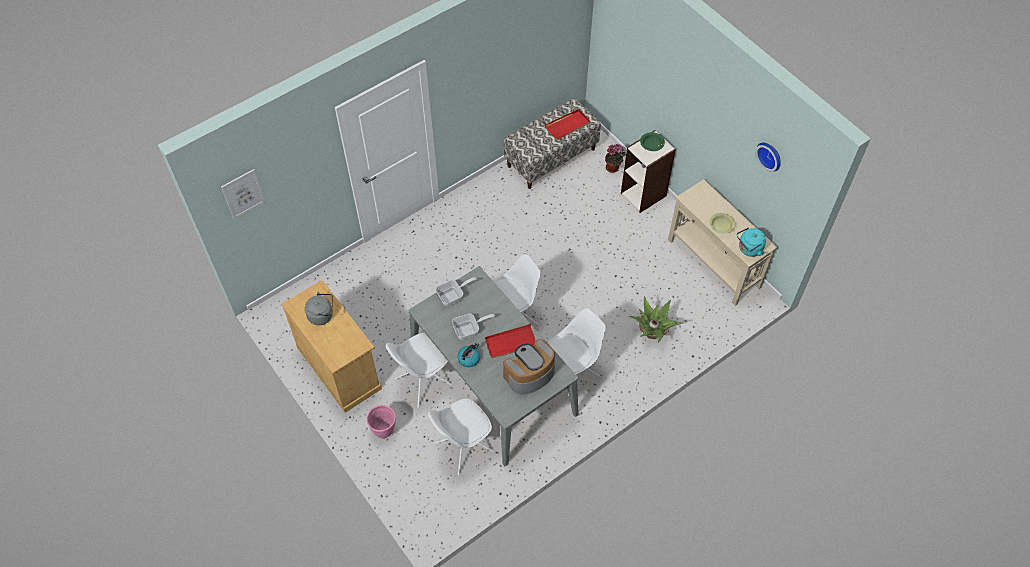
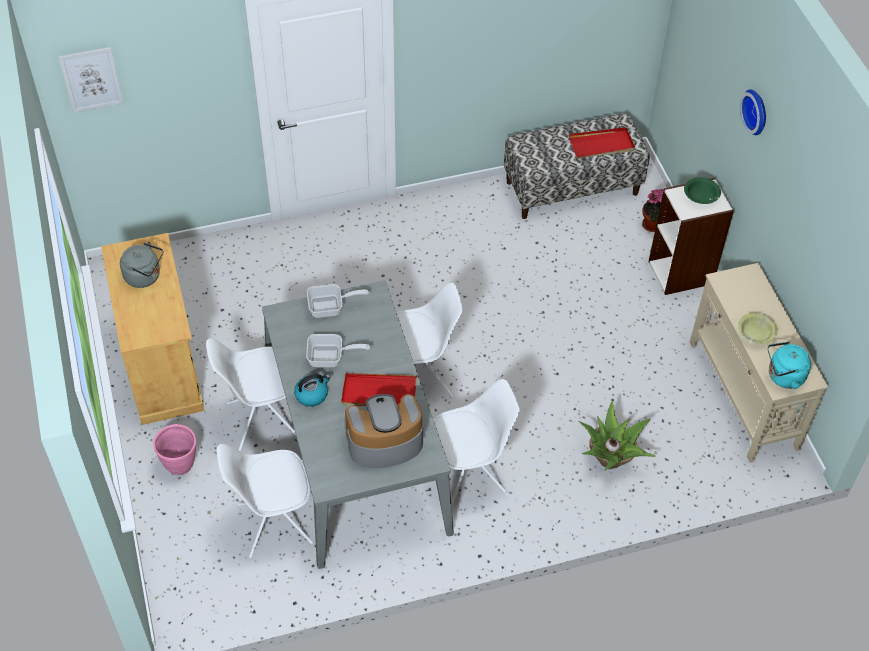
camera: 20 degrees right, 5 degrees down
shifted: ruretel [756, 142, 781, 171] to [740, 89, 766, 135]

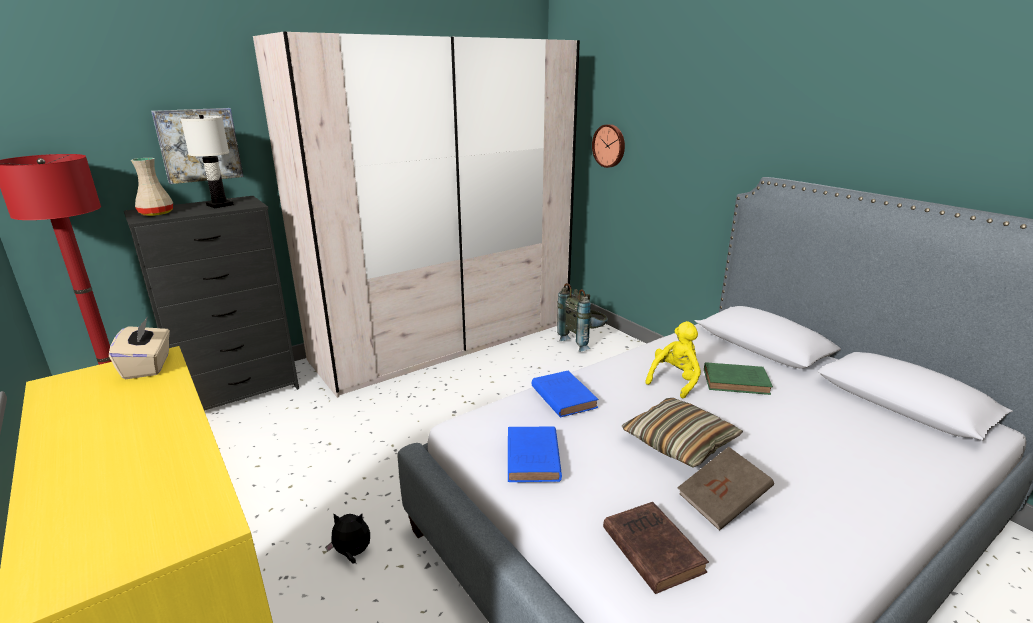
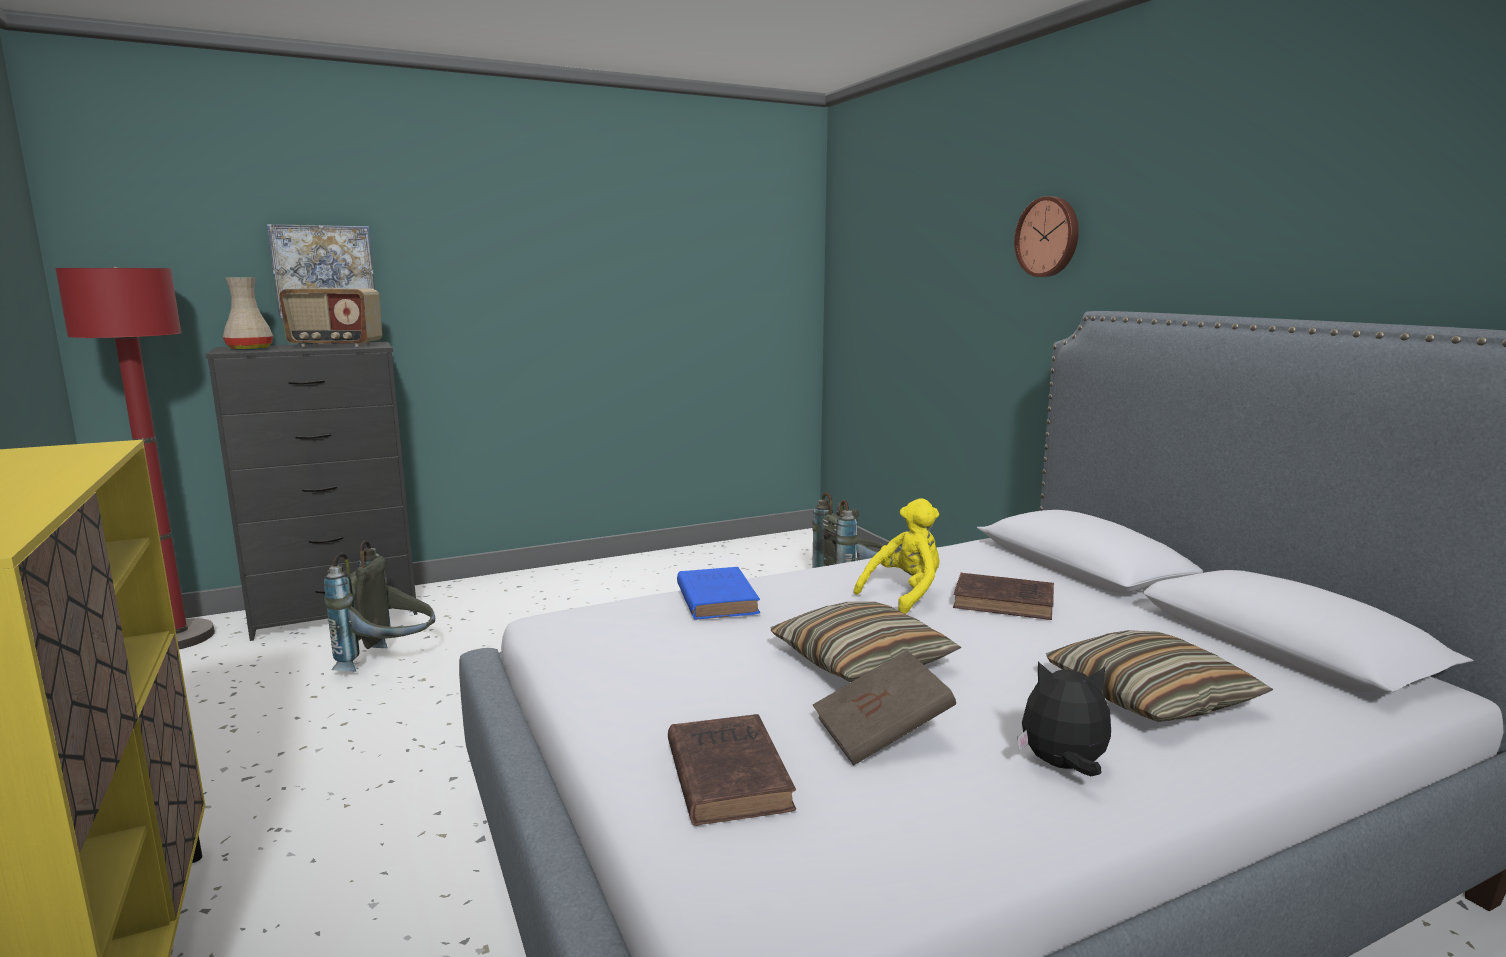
camera: 10 degrees right, 10 degrees down
gone: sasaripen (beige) [109, 318, 170, 379]; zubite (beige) [253, 32, 580, 398]; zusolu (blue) [508, 426, 562, 482]
new: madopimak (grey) [324, 540, 435, 672]; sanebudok [1046, 630, 1273, 722]
shifted: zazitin [325, 513, 370, 564] to [1017, 662, 1111, 776]; ruretel [592, 124, 625, 168] to [1014, 196, 1079, 277]
swapped: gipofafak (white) [180, 115, 234, 208] to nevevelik [279, 288, 382, 347]
repainted: zusolu (green) [704, 362, 773, 395] to zusolu (brown) [953, 573, 1054, 620]

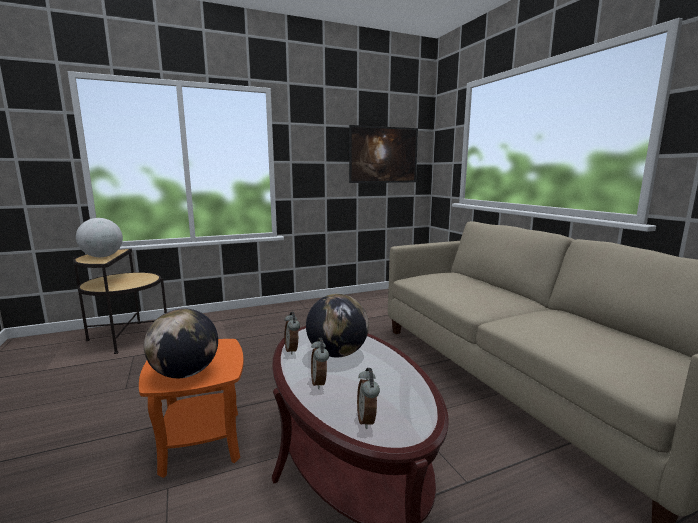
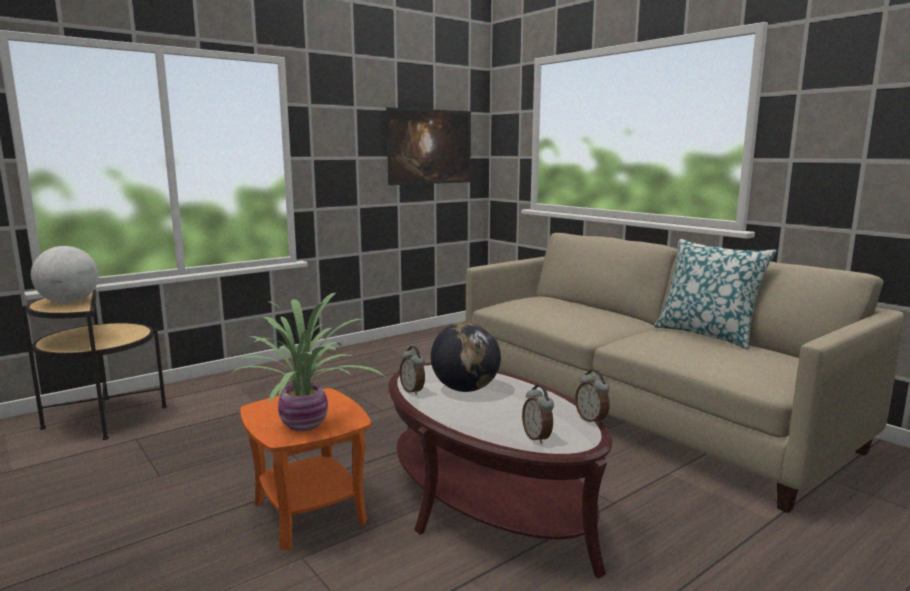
camera: 15 degrees left, 0 degrees up
new: sanebudok [654, 239, 776, 350]
shifted: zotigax [311, 338, 329, 389] to [575, 370, 610, 425]
swapped: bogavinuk [144, 308, 218, 378] to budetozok [233, 293, 385, 431]

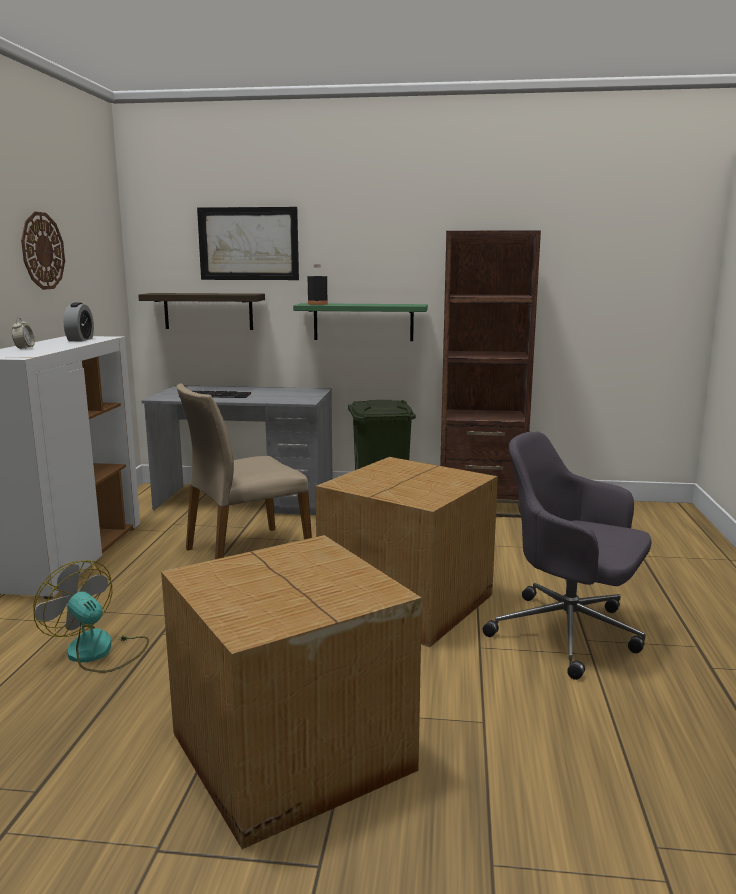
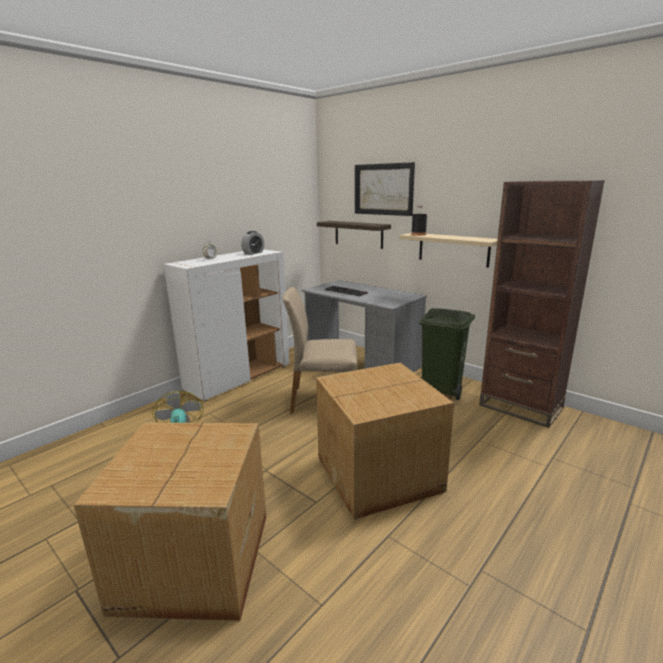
camera: 35 degrees right, 5 degrees up
gone: ruretel [21, 212, 65, 290]; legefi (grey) [483, 431, 652, 680]
repainted: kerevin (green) [293, 303, 428, 341] to kerevin (beige) [399, 233, 498, 268]

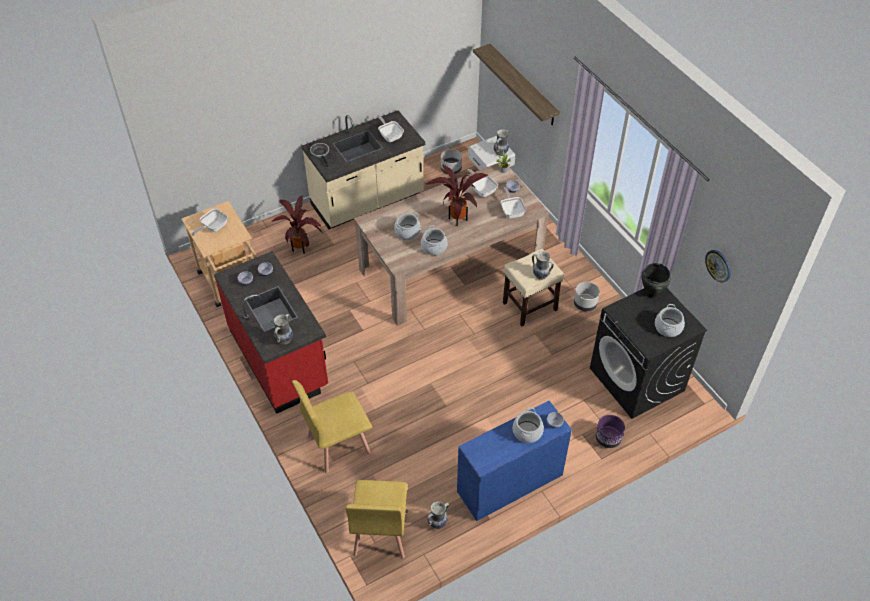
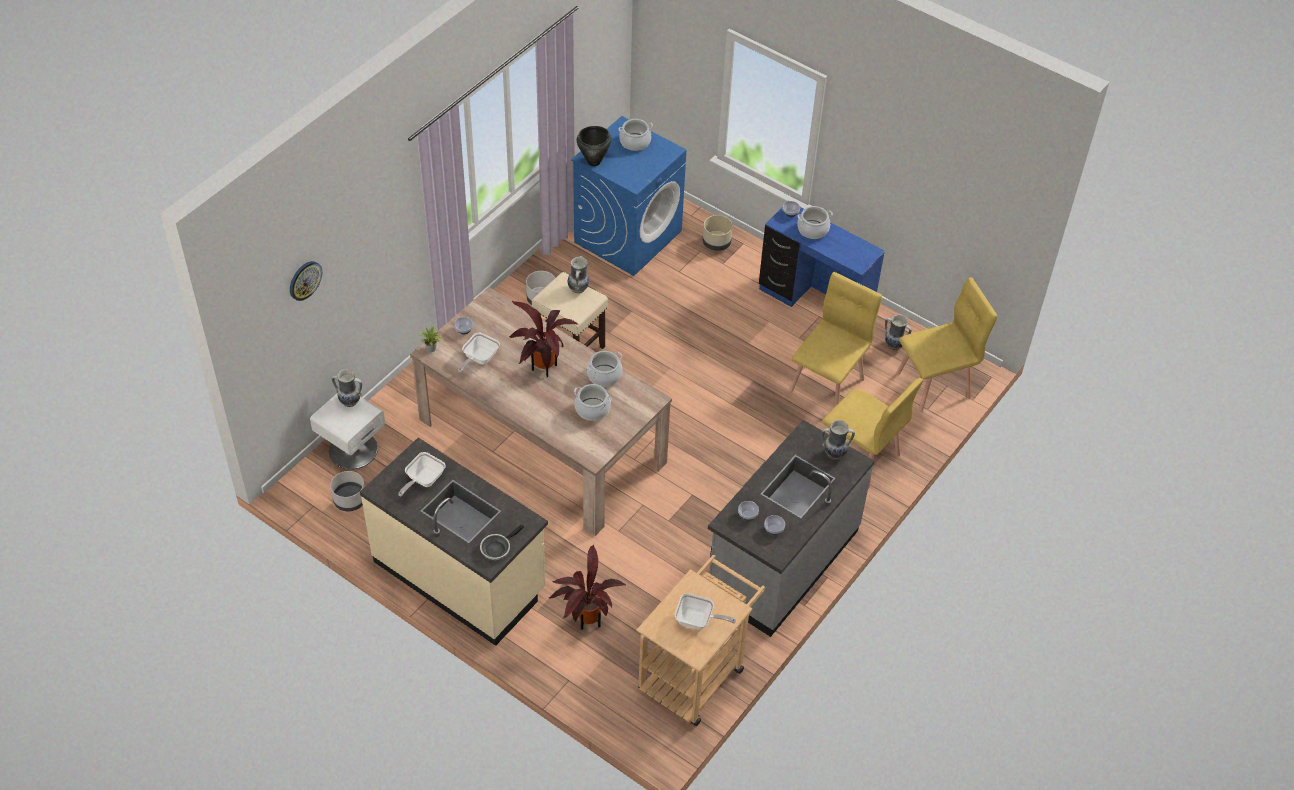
camera: 115 degrees left, 0 degrees up
gone: kerevin [473, 44, 560, 126]; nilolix [500, 187, 526, 219]
new: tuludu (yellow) [789, 272, 882, 407]
shifted: ruretel [705, 250, 731, 283] to [290, 261, 322, 301]
repainted: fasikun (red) [214, 251, 328, 414] to fasikun (grey) [708, 420, 874, 637]; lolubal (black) [590, 287, 707, 419] to lolubal (blue) [571, 116, 686, 276]; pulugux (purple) [595, 415, 625, 448] to pulugux (beige) [703, 215, 733, 251]

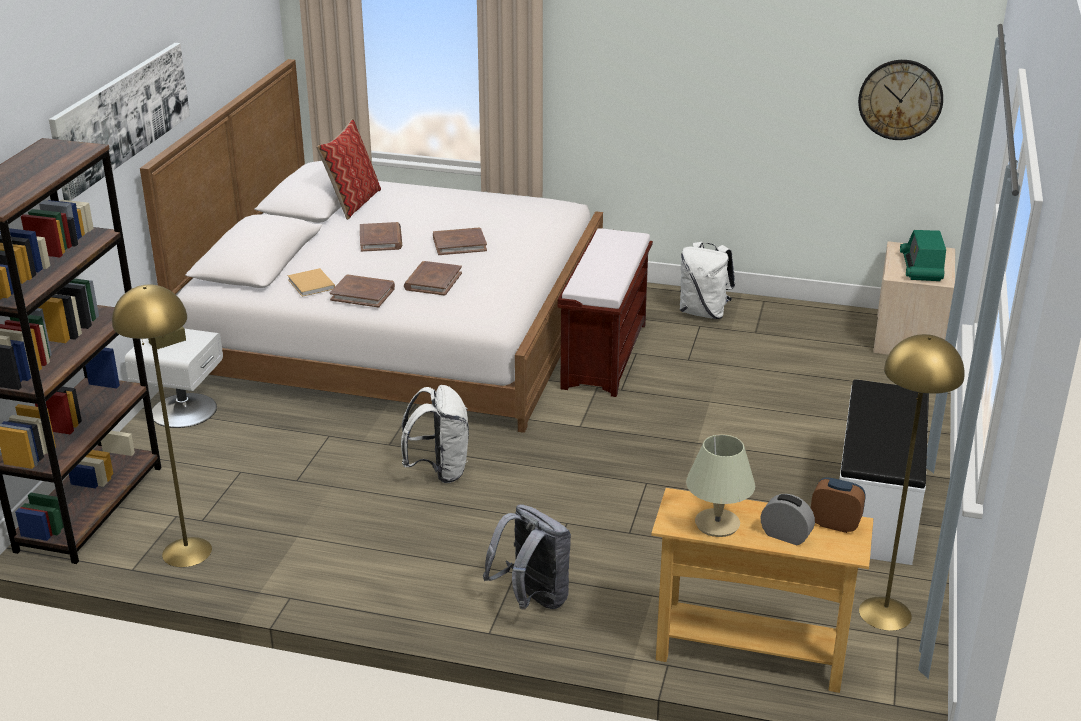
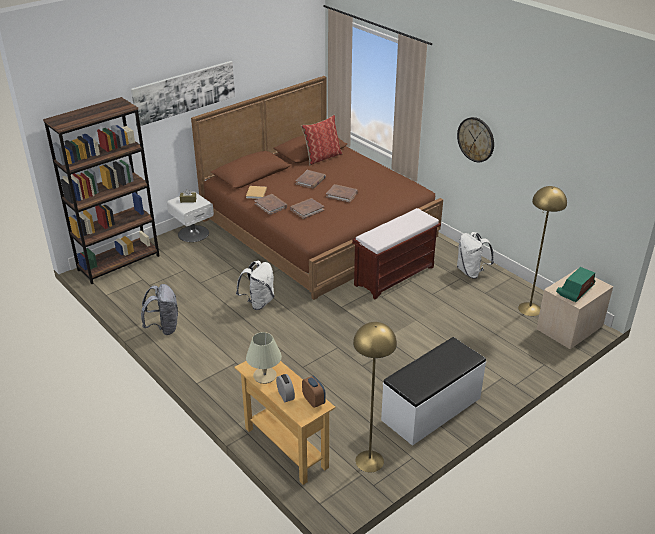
camera: 35 degrees right, 5 degrees up
shifted: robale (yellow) [112, 284, 212, 567] to [518, 186, 567, 316]; madopimak (grey) [483, 504, 571, 610] to [141, 284, 178, 335]; ruretel [858, 60, 943, 140] to [457, 117, 494, 162]
repainted: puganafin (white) [140, 59, 603, 433] to puganafin (brown) [191, 76, 443, 300]

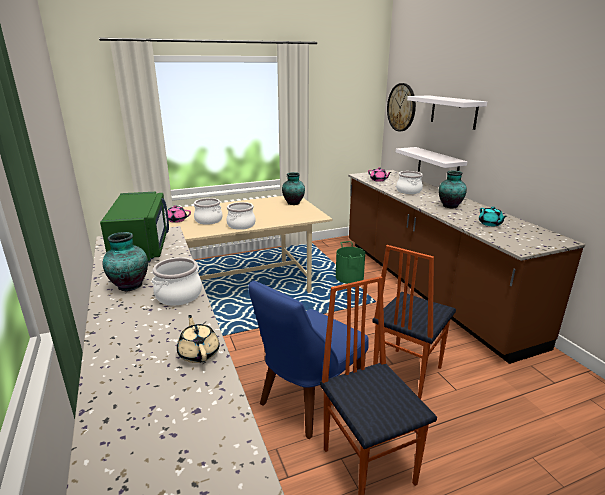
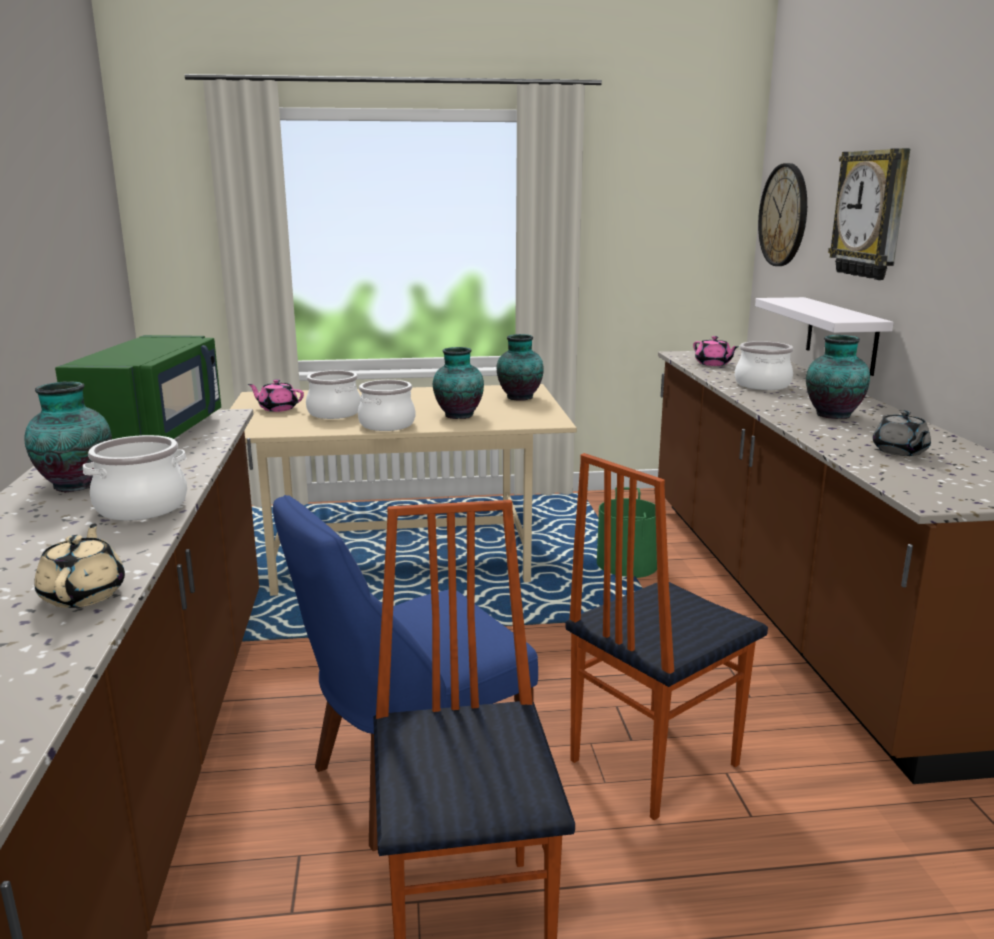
camera: 15 degrees right, 5 degrees down
new: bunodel [433, 347, 484, 419]
swapped: kerevin (white) [407, 95, 487, 130] to ruretel [828, 148, 910, 280]
repainted: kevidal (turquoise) [479, 207, 507, 226] to kevidal (grey) [873, 411, 931, 456]

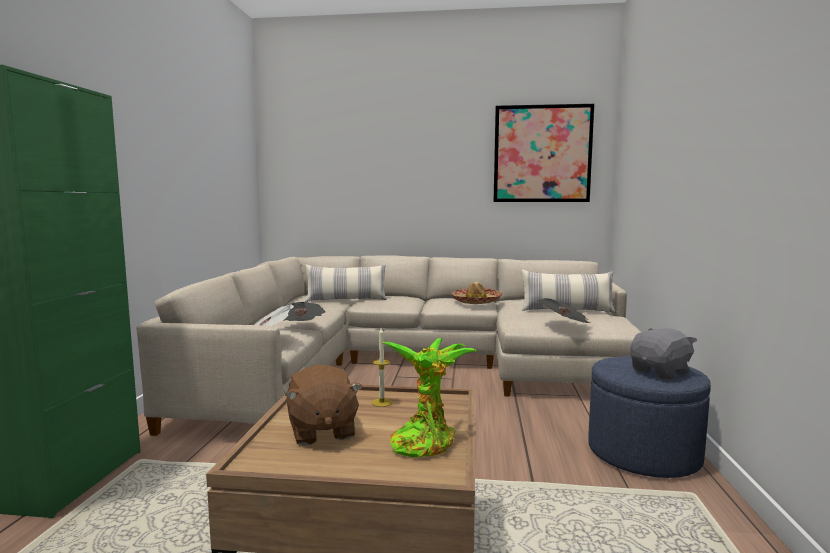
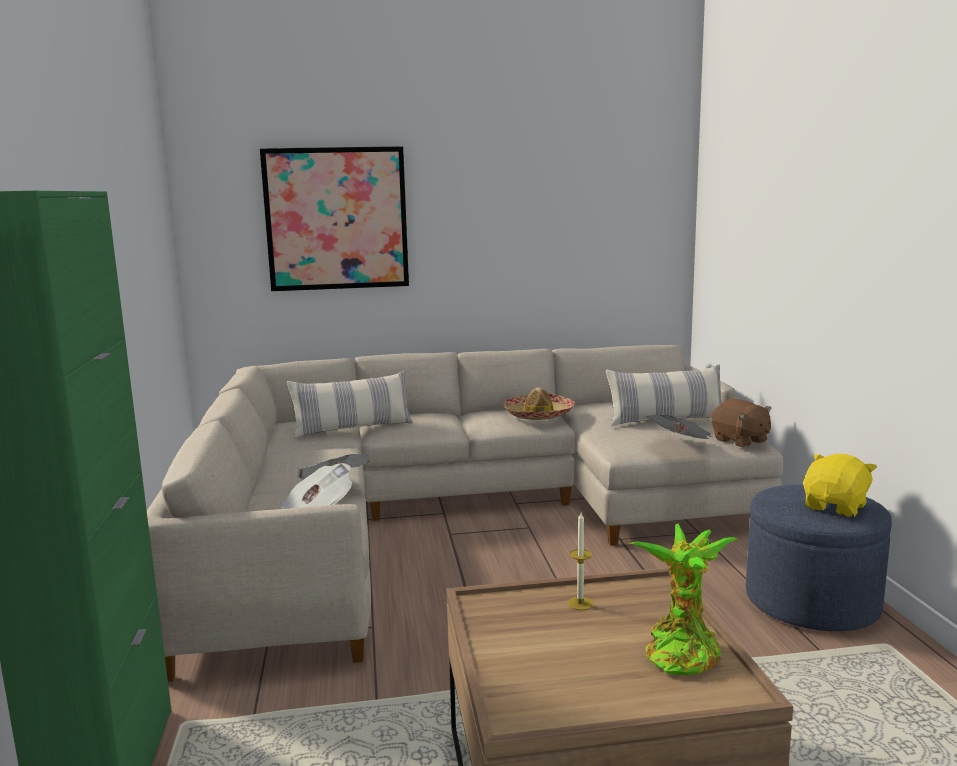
camera: 15 degrees left, 5 degrees up
shifted: zazitin (brown) [285, 365, 362, 445] to [712, 399, 772, 448]; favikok [493, 104, 594, 202] to [260, 146, 409, 291]
repainted: zazitin (grey) [630, 328, 697, 380] to zazitin (yellow) [803, 454, 877, 517]

